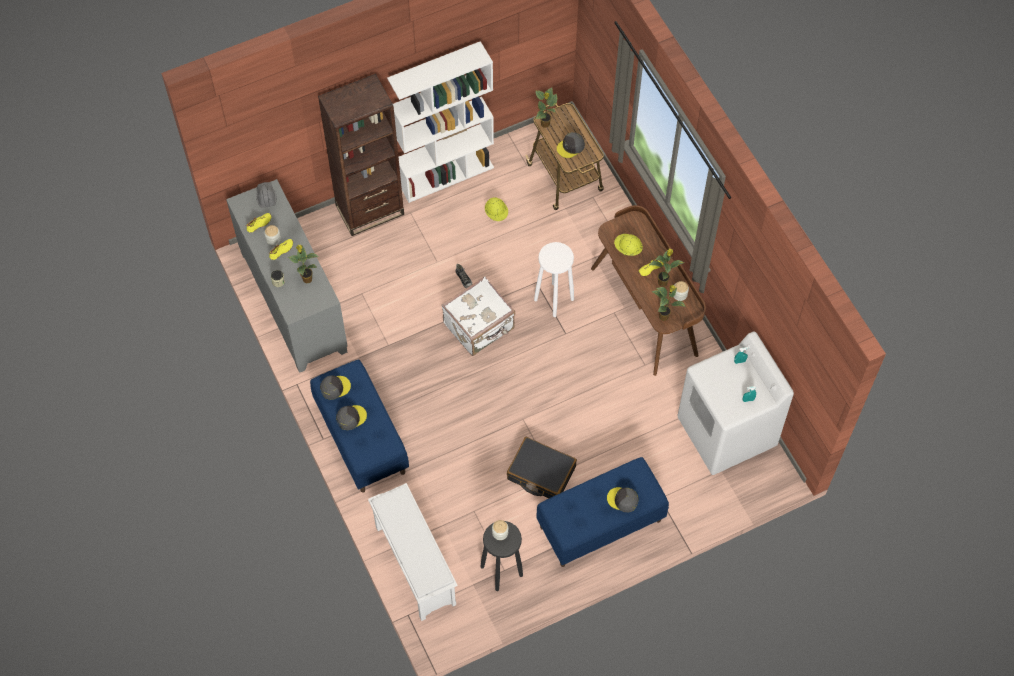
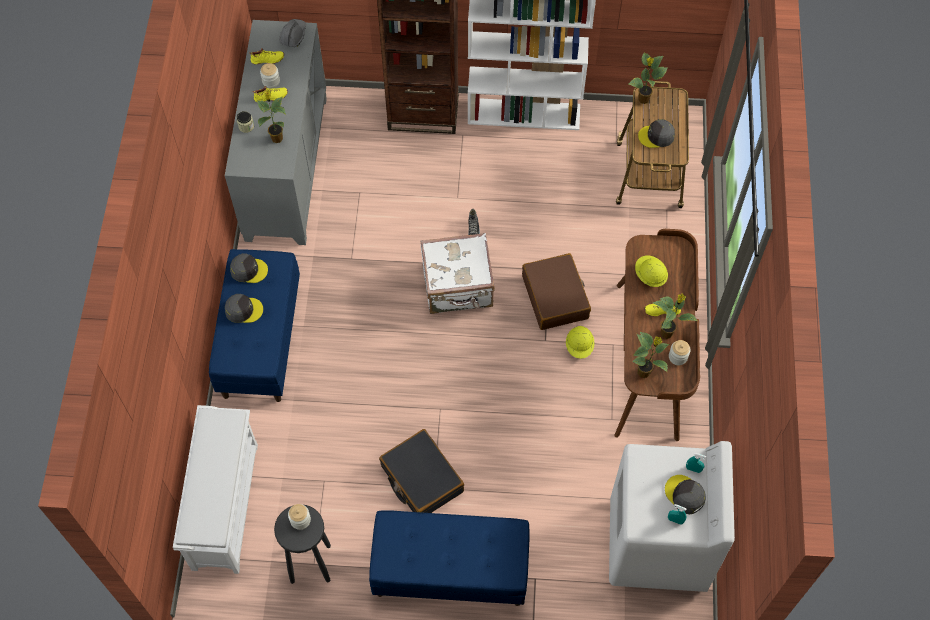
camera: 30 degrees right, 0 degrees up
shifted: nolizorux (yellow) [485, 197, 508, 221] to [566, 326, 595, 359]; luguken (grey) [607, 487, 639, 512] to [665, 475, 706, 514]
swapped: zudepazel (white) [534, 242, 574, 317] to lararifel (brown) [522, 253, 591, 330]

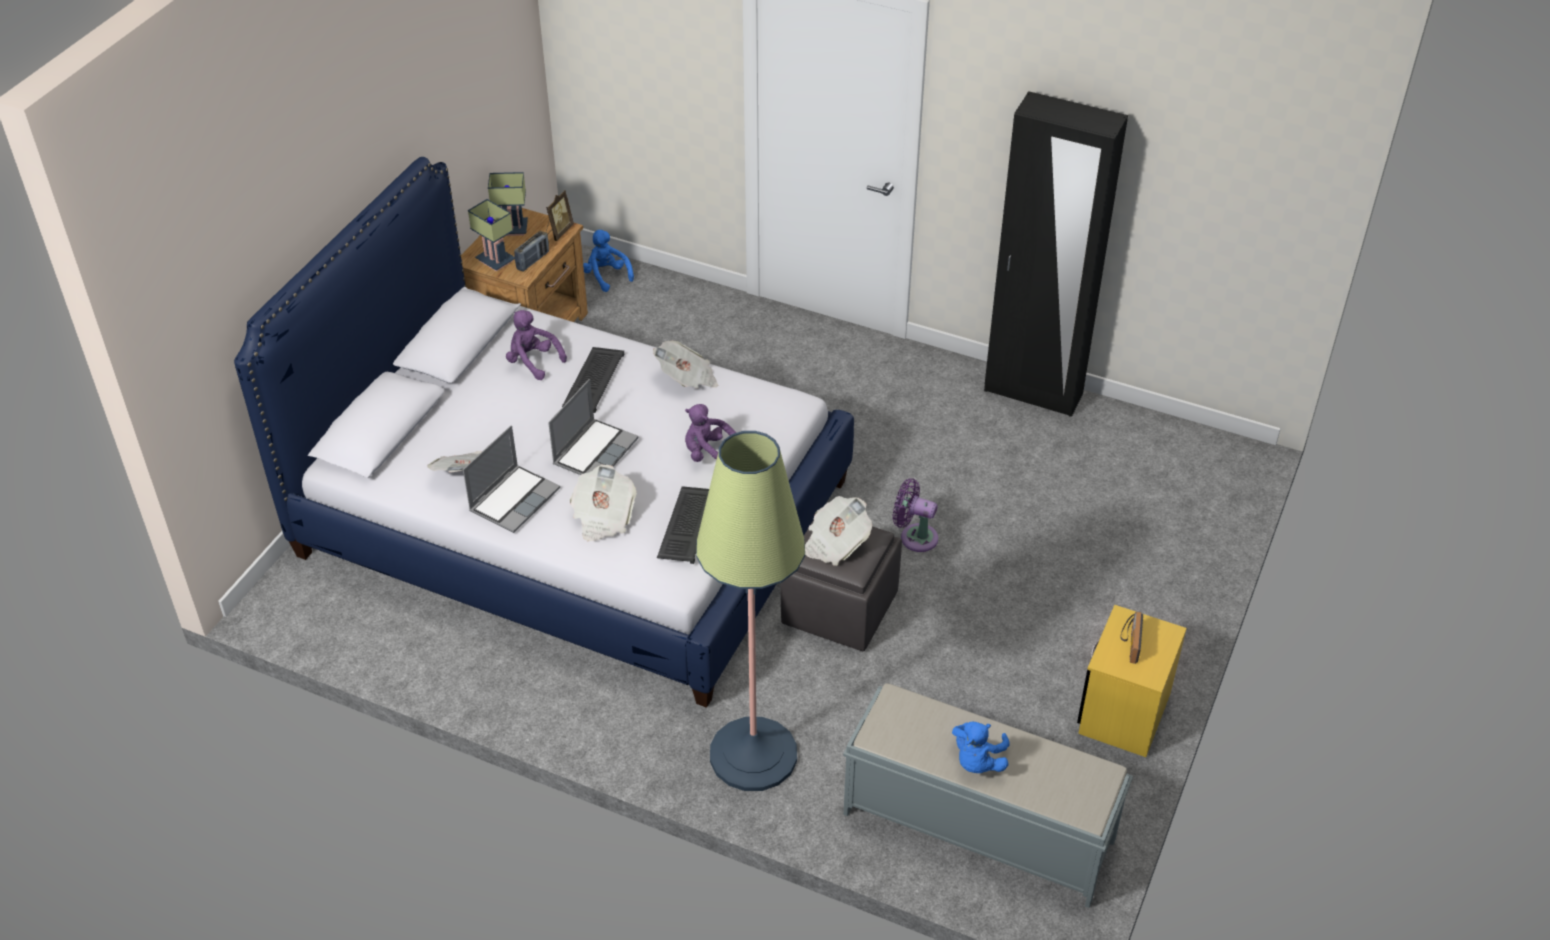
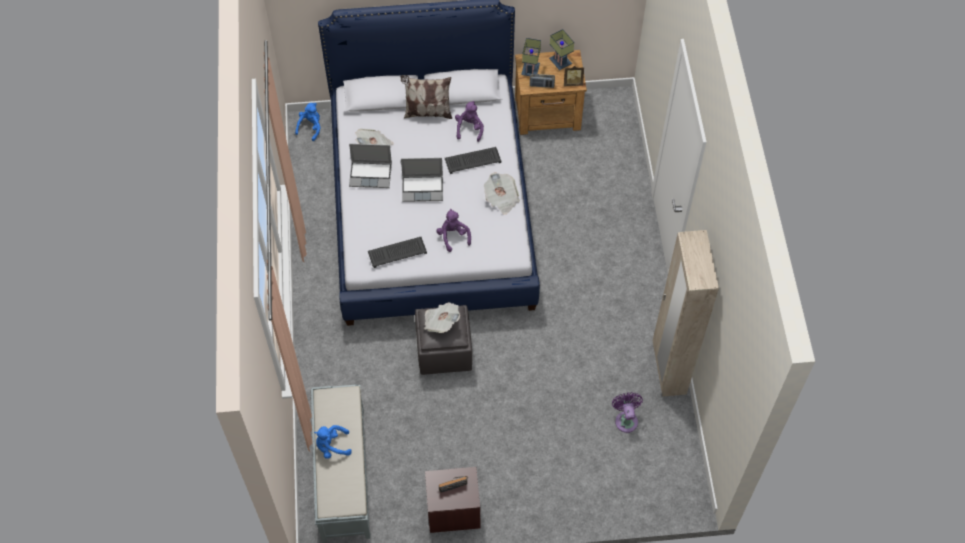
camera: 60 degrees right, 15 degrees up
gone: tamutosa [570, 465, 637, 541]; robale [696, 431, 805, 791]
new: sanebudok [401, 75, 452, 119]
shifted: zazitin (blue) [583, 230, 634, 292] to [295, 103, 321, 141]; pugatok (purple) [893, 478, 938, 552] to [612, 392, 643, 433]
repainted: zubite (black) [984, 91, 1128, 417] to zubite (beige) [653, 230, 719, 396]; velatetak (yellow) [1077, 605, 1187, 757] to velatetak (brown) [425, 467, 480, 533]

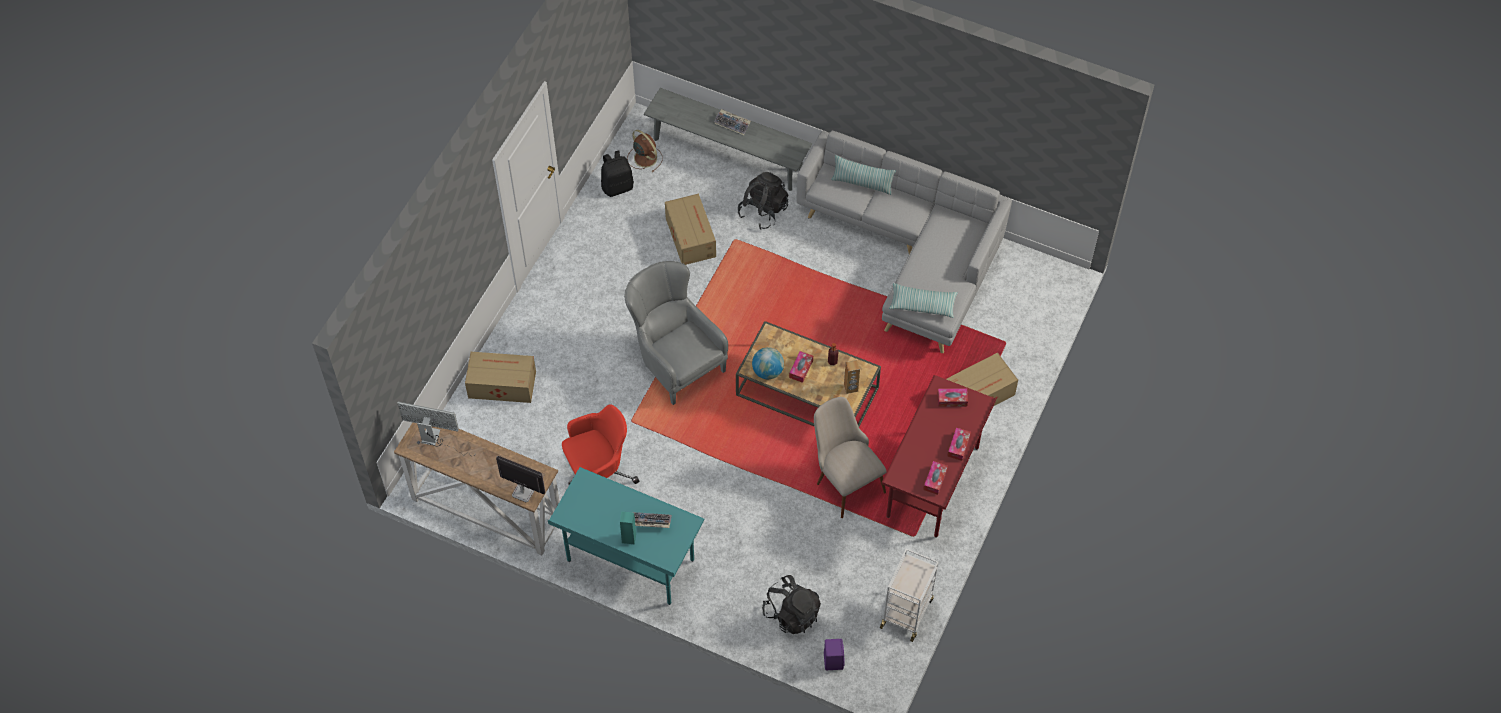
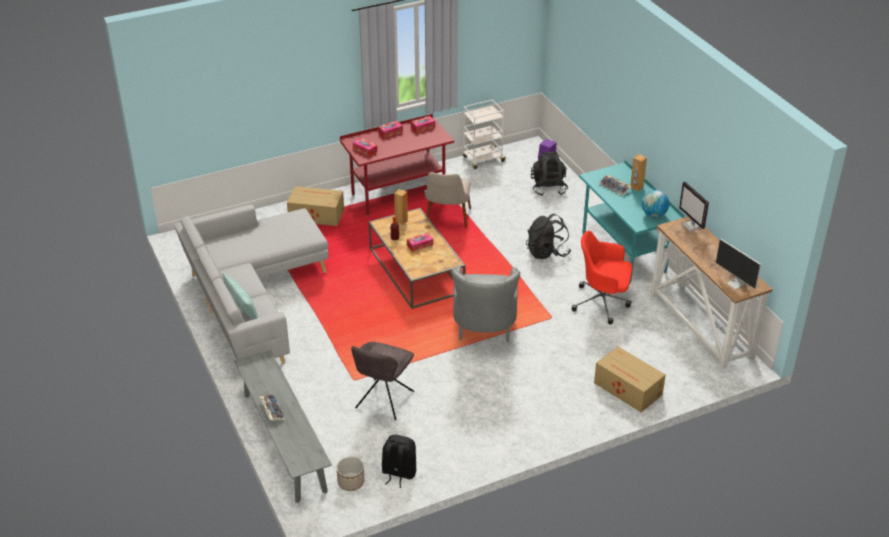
camera: 140 degrees left, 20 degrees down
gone: sanebudok [889, 283, 958, 318]
shifted: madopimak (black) [738, 172, 788, 229] to [526, 214, 571, 259]; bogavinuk [752, 347, 784, 379] to [642, 190, 669, 217]
swapped: pugatok (brown) [627, 130, 663, 172] to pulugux [336, 457, 364, 491]; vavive [665, 194, 716, 265] to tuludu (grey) [351, 342, 414, 420]
repainted: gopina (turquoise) [620, 511, 636, 544] to gopina (brown) [630, 154, 647, 191]

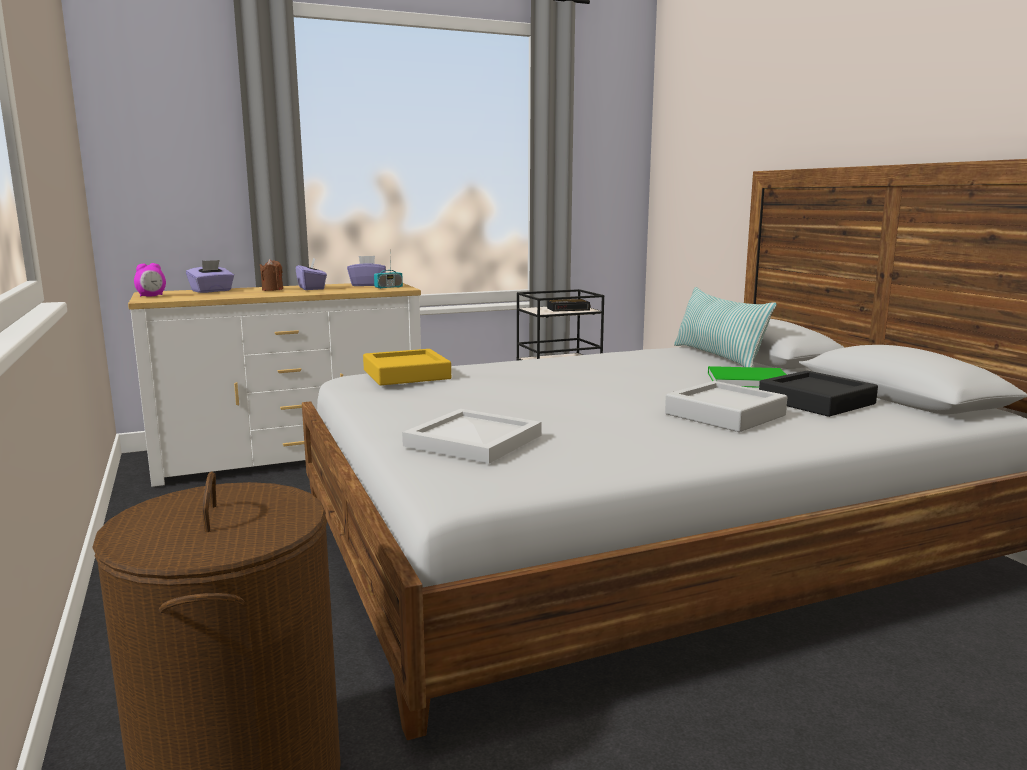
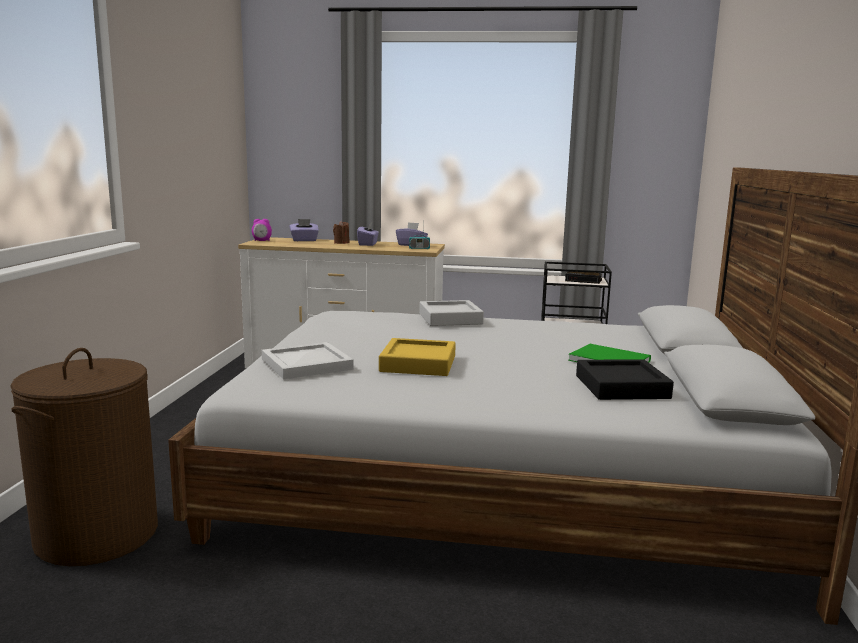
camera: 30 degrees right, 0 degrees up
gone: sanebudok [674, 287, 777, 367]
shifted: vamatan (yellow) [363, 349, 451, 385] to [379, 338, 456, 376]; vamatan (grey) [665, 381, 787, 432] to [419, 300, 484, 326]

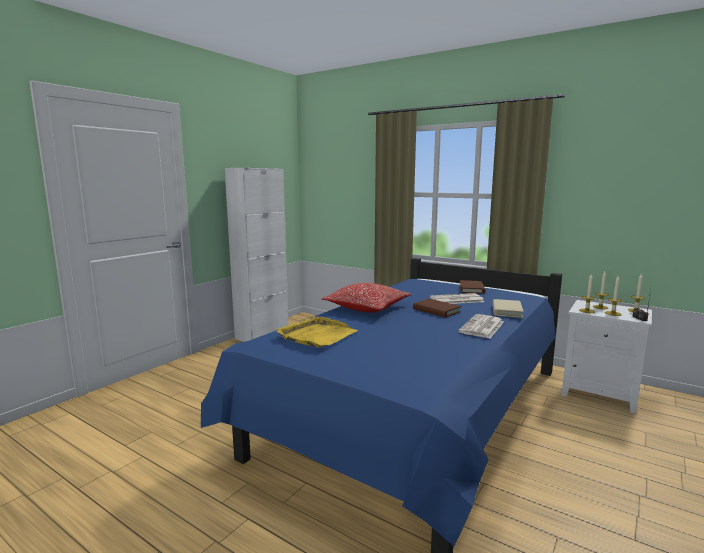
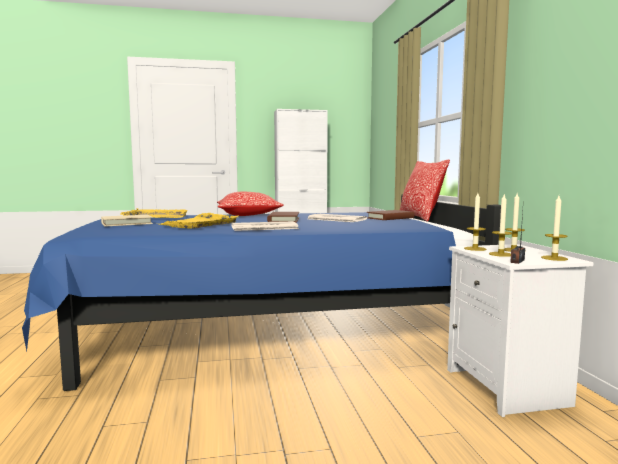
camera: 45 degrees right, 5 degrees down
new: vamatan (yellow) [159, 213, 239, 229]; sanebudok [400, 159, 450, 222]
shifted: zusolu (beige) [493, 299, 524, 318] to [101, 215, 153, 227]

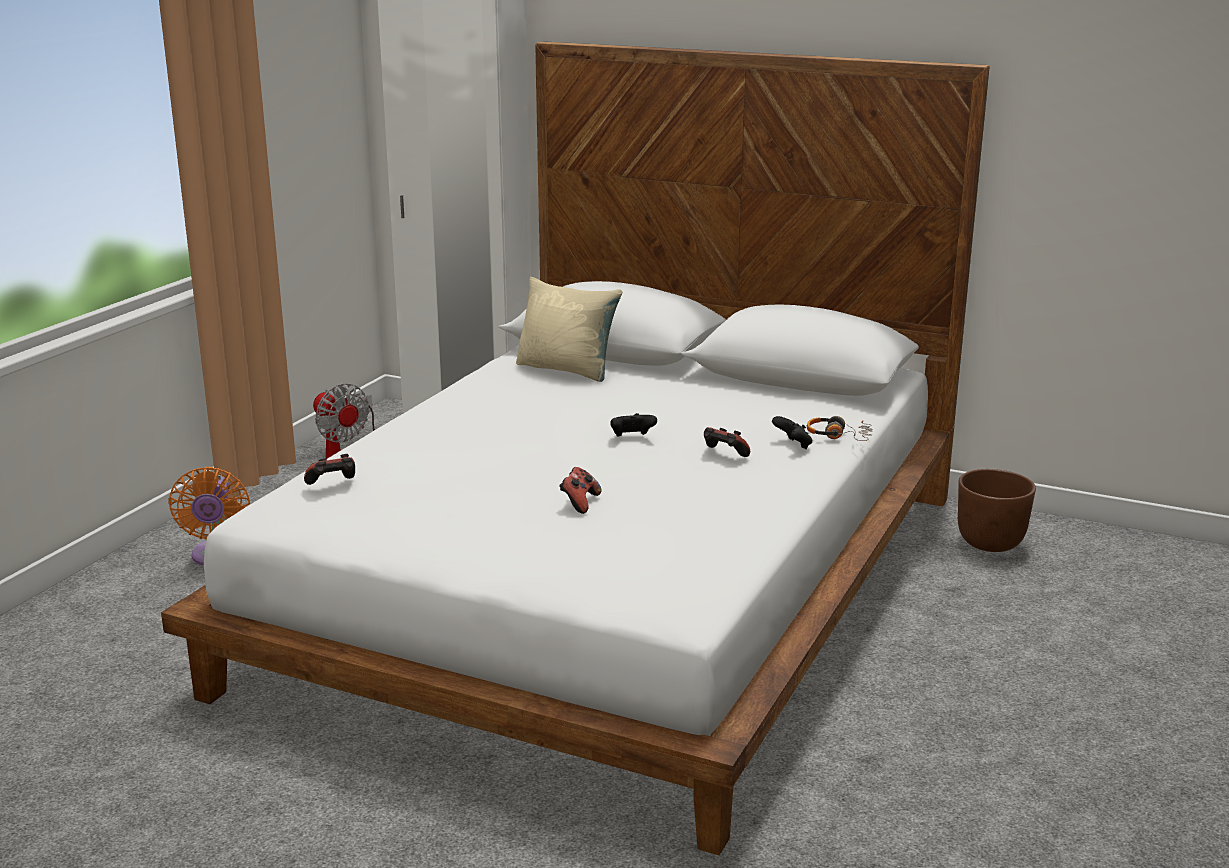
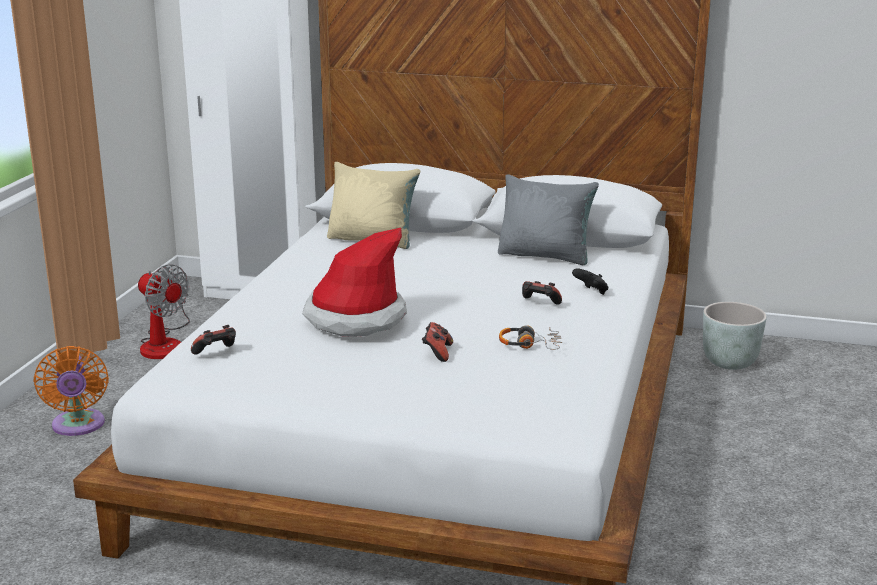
camera: 10 degrees left, 0 degrees up
gone: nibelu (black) [610, 413, 657, 437]
new: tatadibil [302, 228, 407, 337]; sanebudok (grey) [498, 174, 599, 265]
shifted: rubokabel [807, 416, 873, 441] to [499, 326, 562, 350]
repainted: pulugux (brown) [958, 469, 1036, 552] to pulugux (grey) [703, 302, 767, 370]

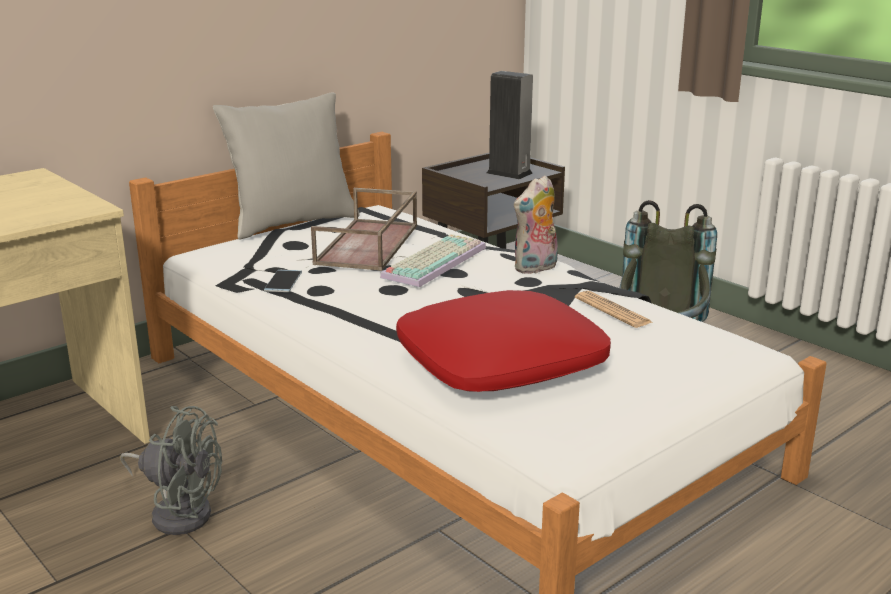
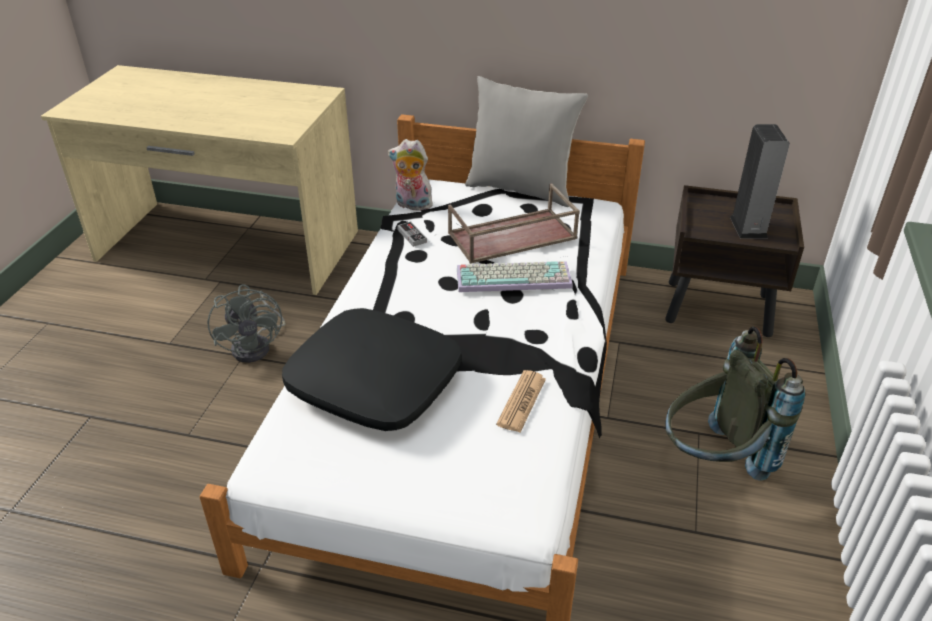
camera: 55 degrees right, 15 degrees up
shifted: zazitin [514, 175, 558, 274] to [388, 139, 433, 211]
swapped: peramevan [264, 270, 302, 292] to nibelu [397, 221, 427, 247]
repainted: sanebudok (red) [396, 290, 611, 392] to sanebudok (black) [282, 308, 462, 431]

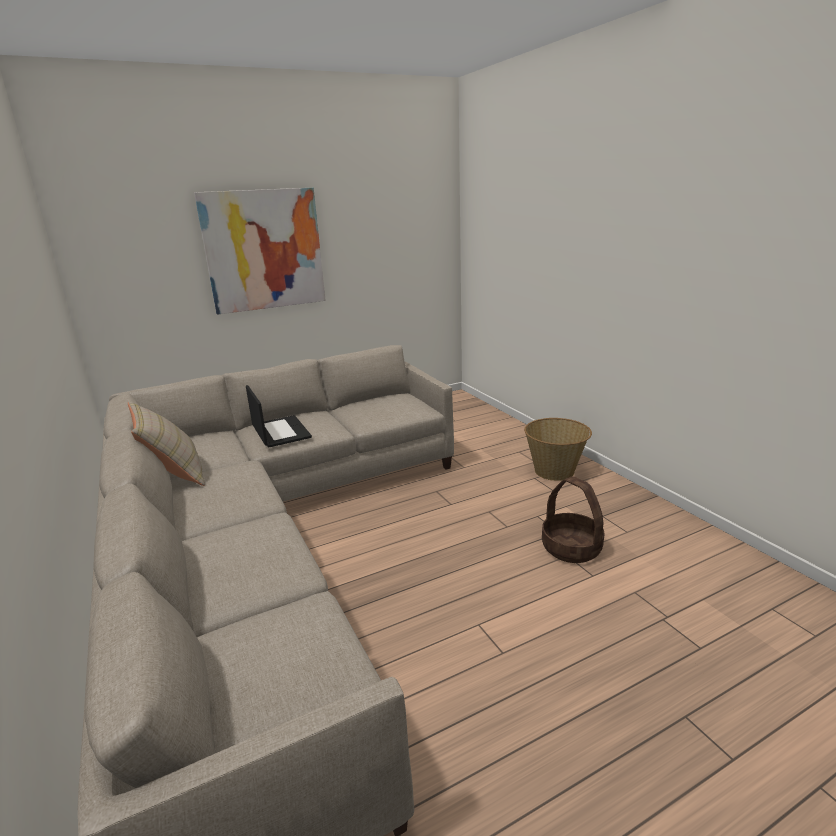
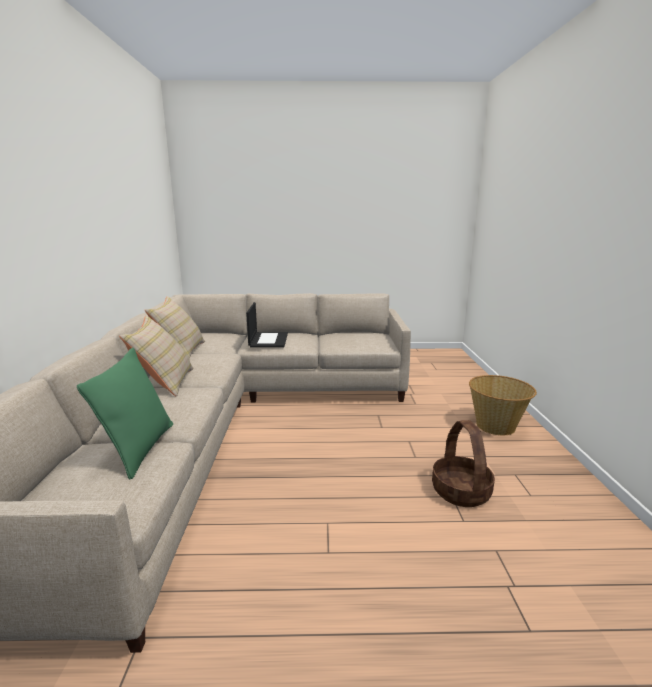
camera: 25 degrees right, 5 degrees down
gone: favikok [194, 188, 326, 315]
new: sanebudok (green) [77, 348, 173, 479]; sanebudok (beige) [119, 315, 194, 396]

